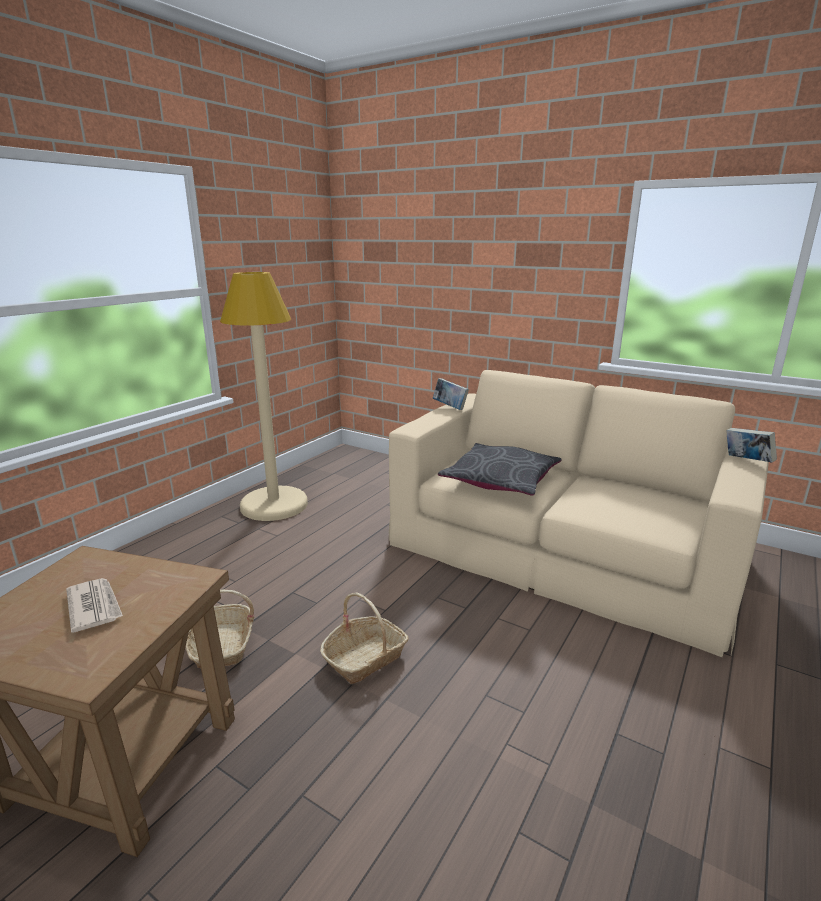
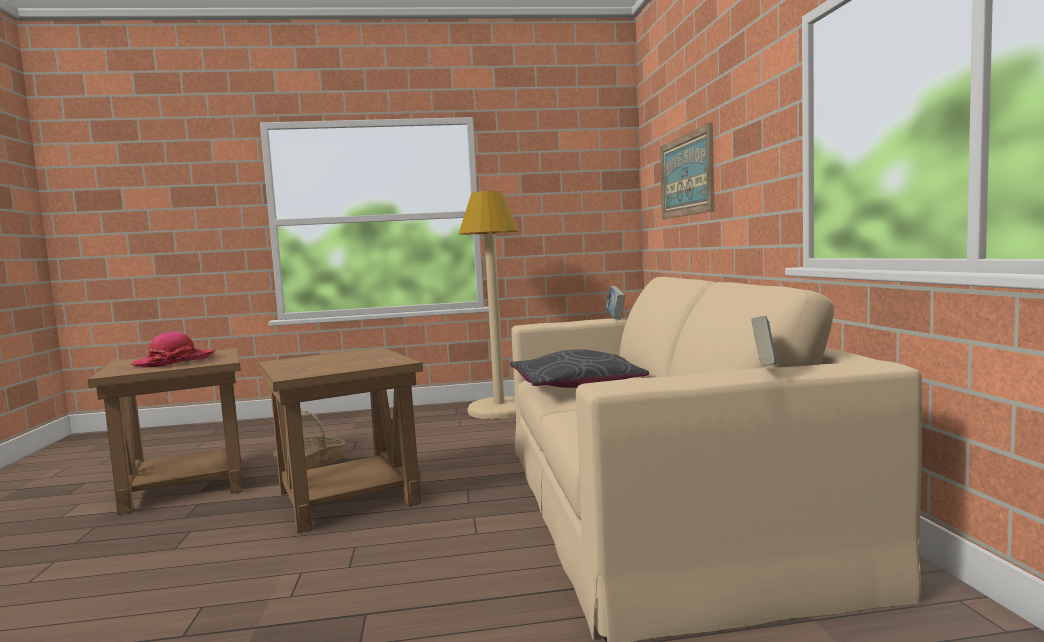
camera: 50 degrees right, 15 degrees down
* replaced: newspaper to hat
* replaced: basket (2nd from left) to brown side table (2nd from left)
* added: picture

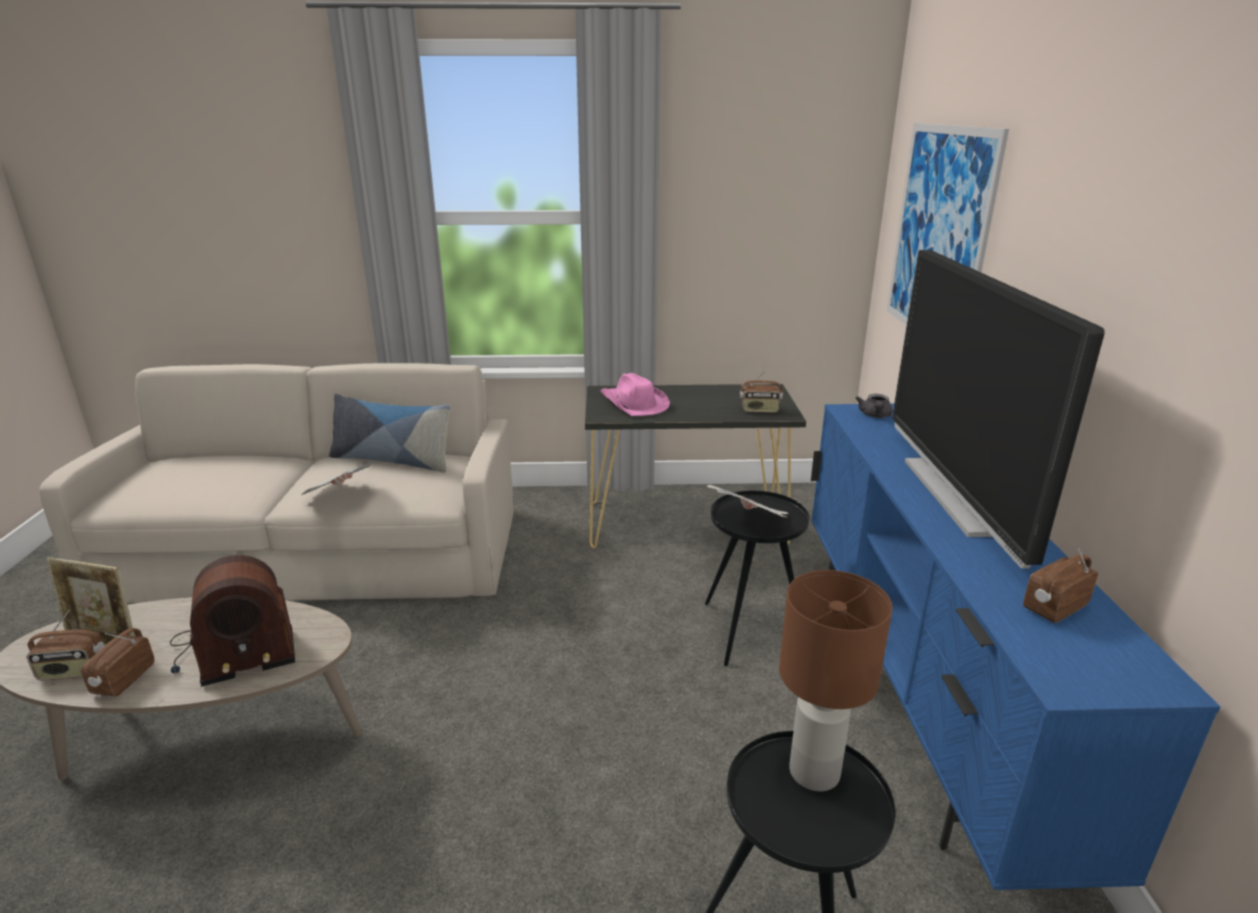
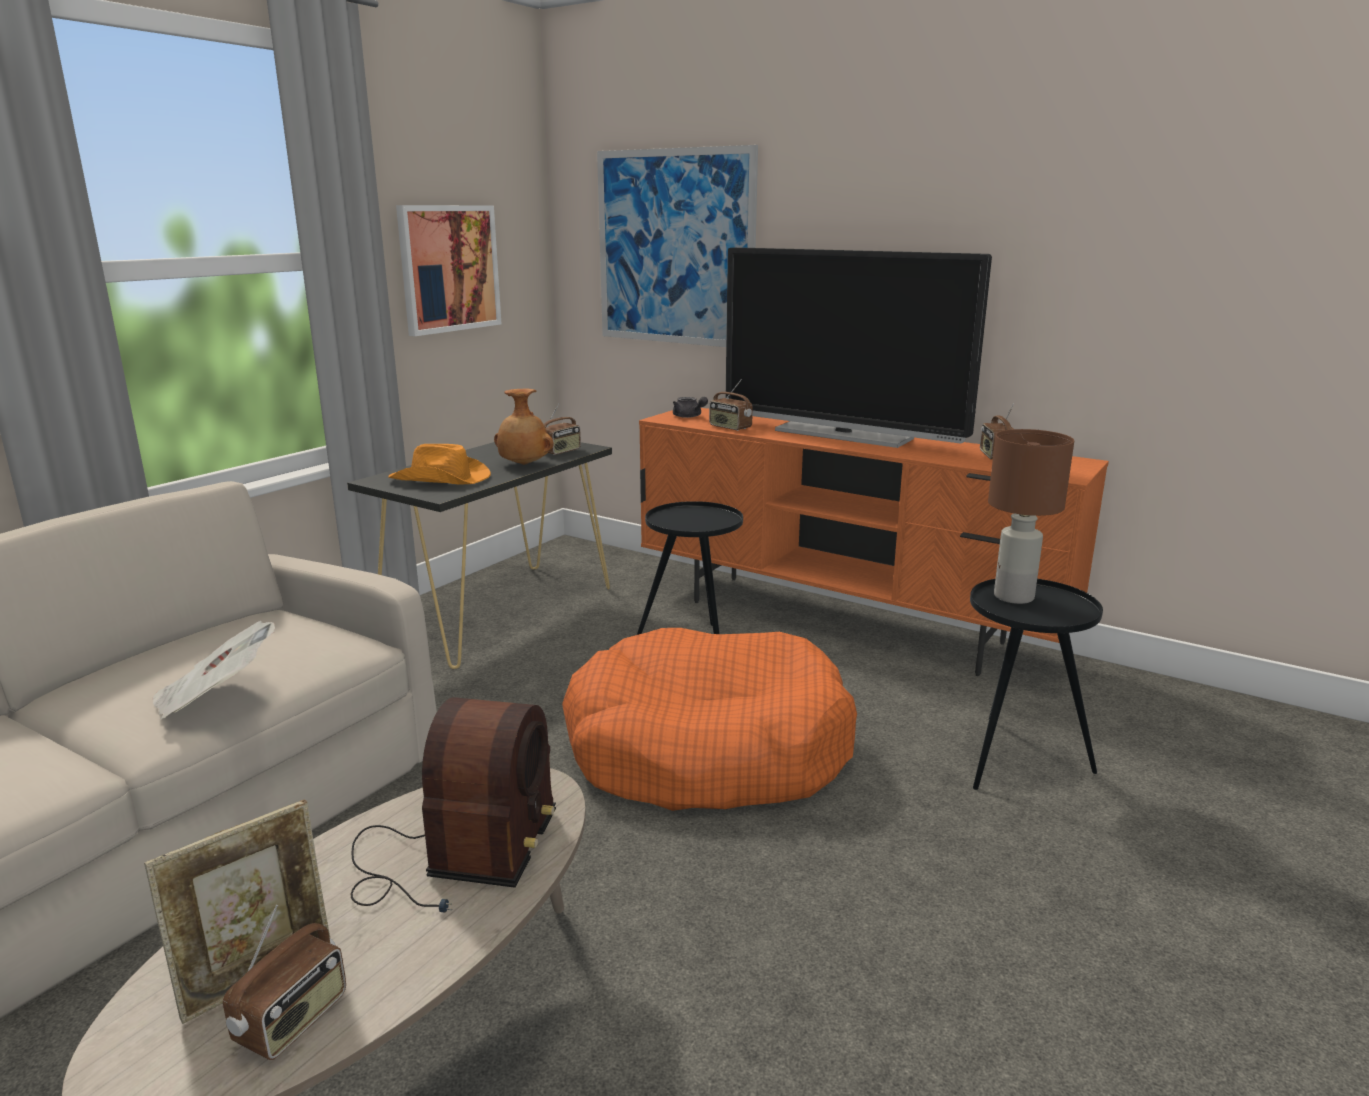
camera: 55 degrees left, 5 degrees down
* recoloured: pink hat to orange hat
* removed: pillow
* recoloured: blue tv stand to orange tv stand
* removed: newspaper (2nd from left)
* moved: radio (2nd from left in the first image) to radio (4th from left)
* added: picture (1st from left)
* added: brown vase
* added: orange dog bed

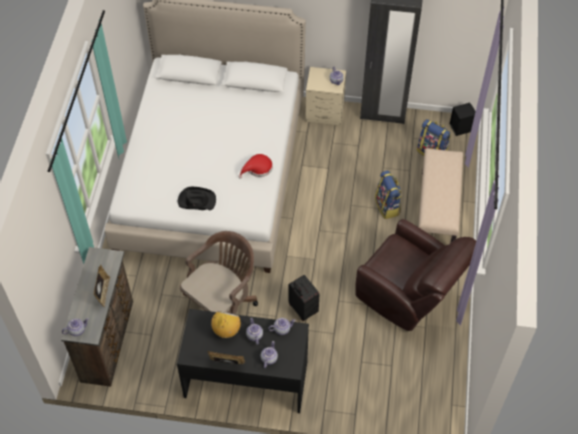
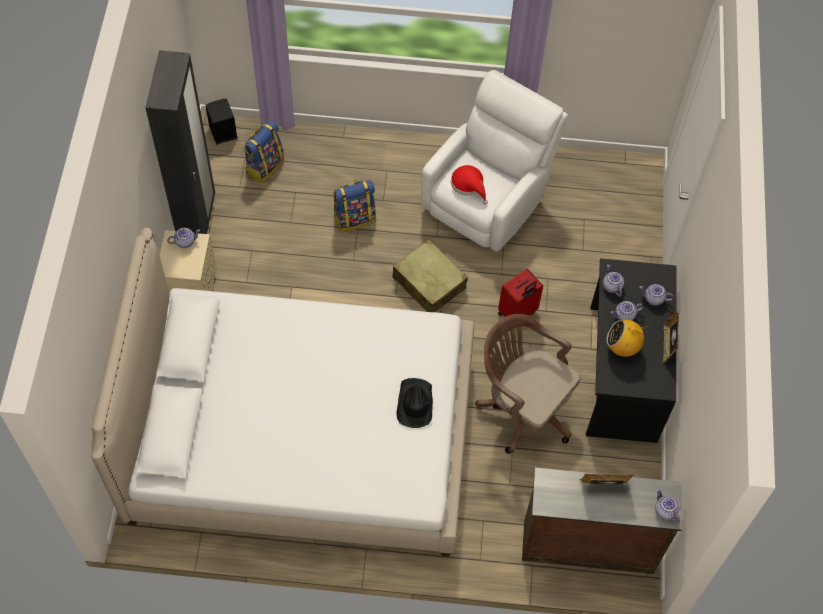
camera: 95 degrees left, 5 degrees up
* removed: beige bench
* moved: red hat
* recoloured: brown armchair to white armchair
* recoloured: black suitcase to red suitcase
* added: beige suitcase

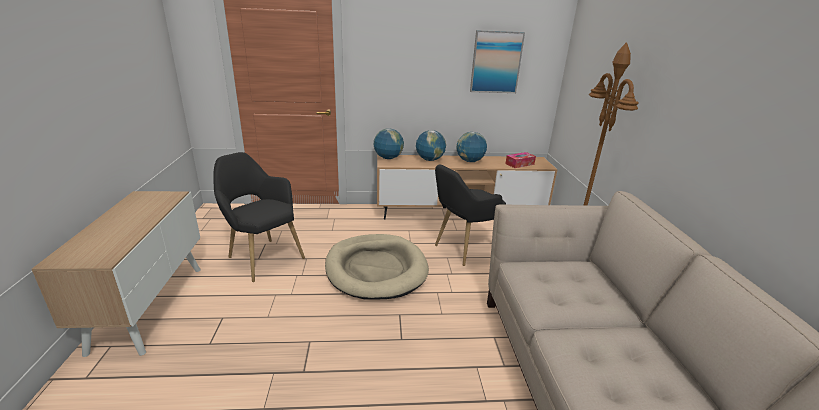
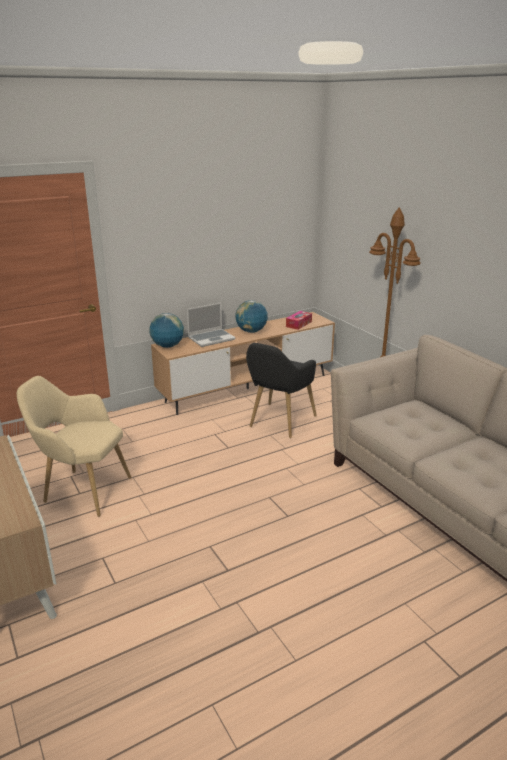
camera: 25 degrees left, 0 degrees up
* removed: picture
* replaced: globe (2nd from left) to laptop
* recoloured: black armchair (1st from left) to beige armchair
* removed: beige dog bed

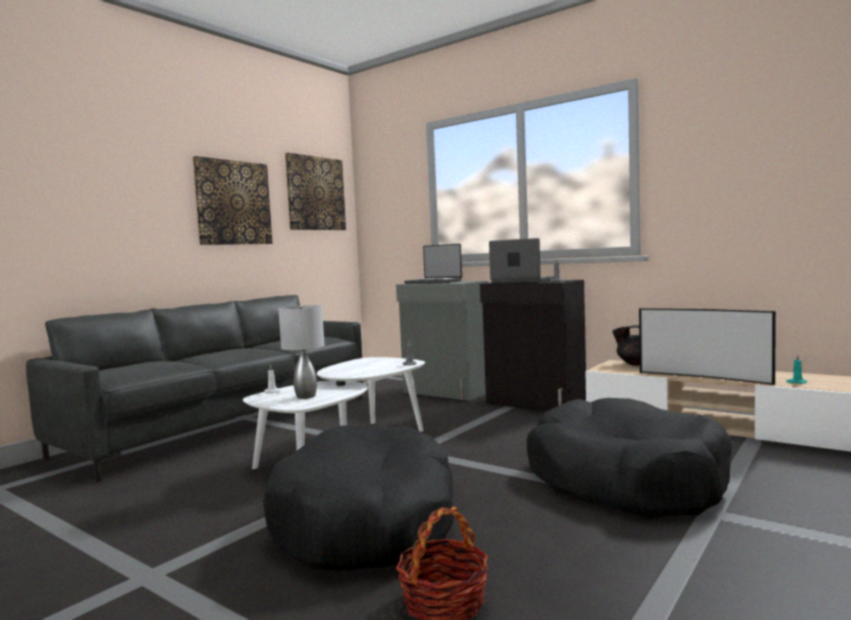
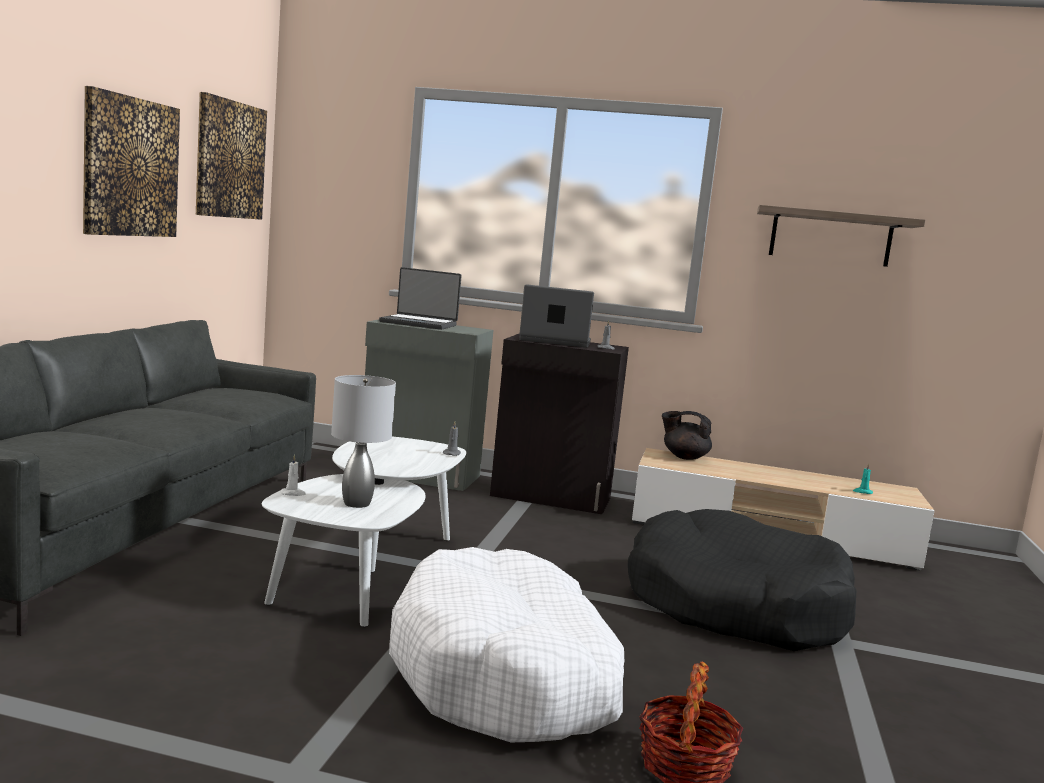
camera: 25 degrees left, 5 degrees up
* removed: television
* recoloured: black dog bed (1st from left) to white dog bed
* added: shelf

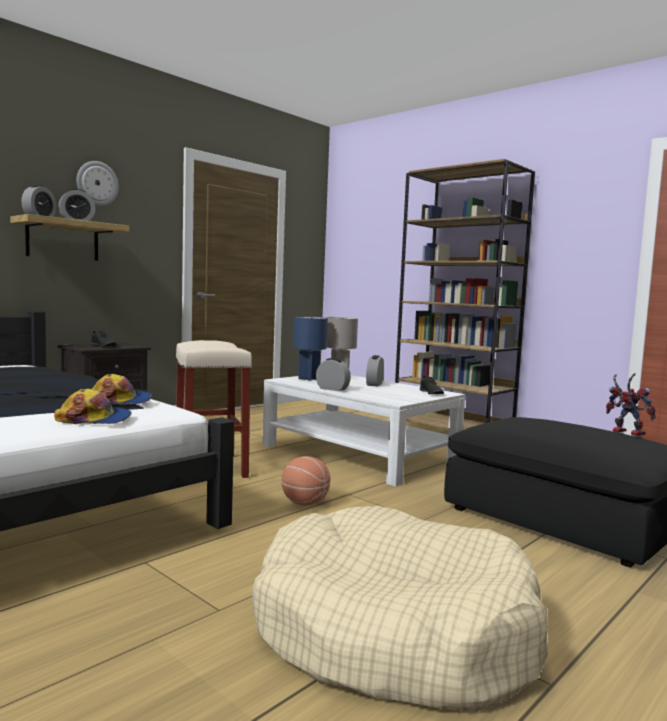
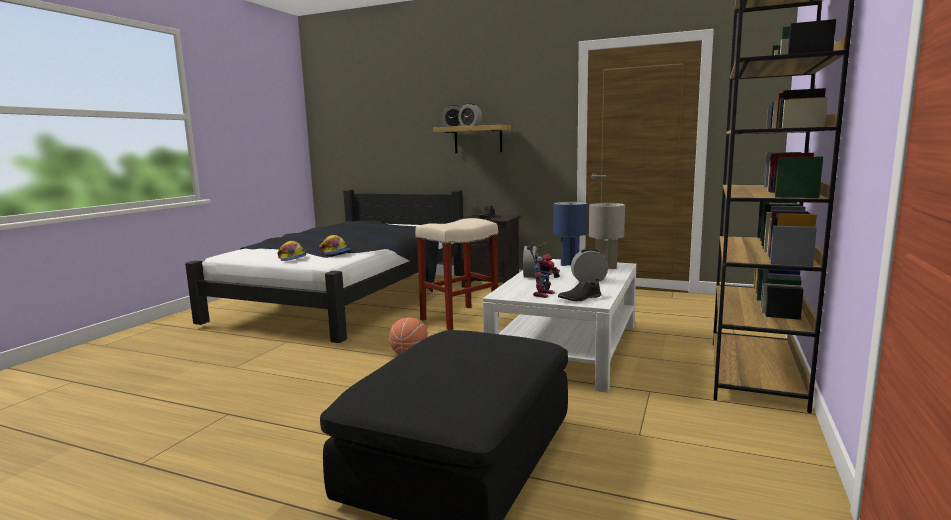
camera: 70 degrees right, 5 degrees up
* removed: wall clock
* moved: toy robot
* removed: beige dog bed

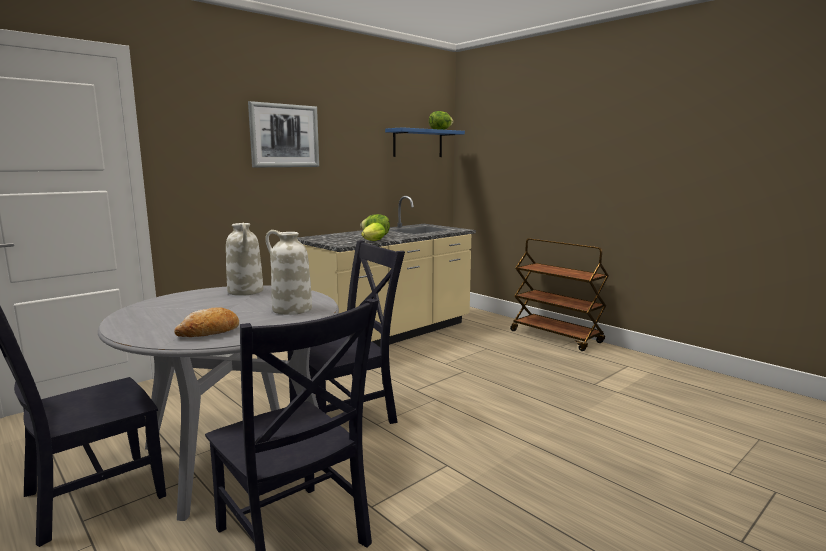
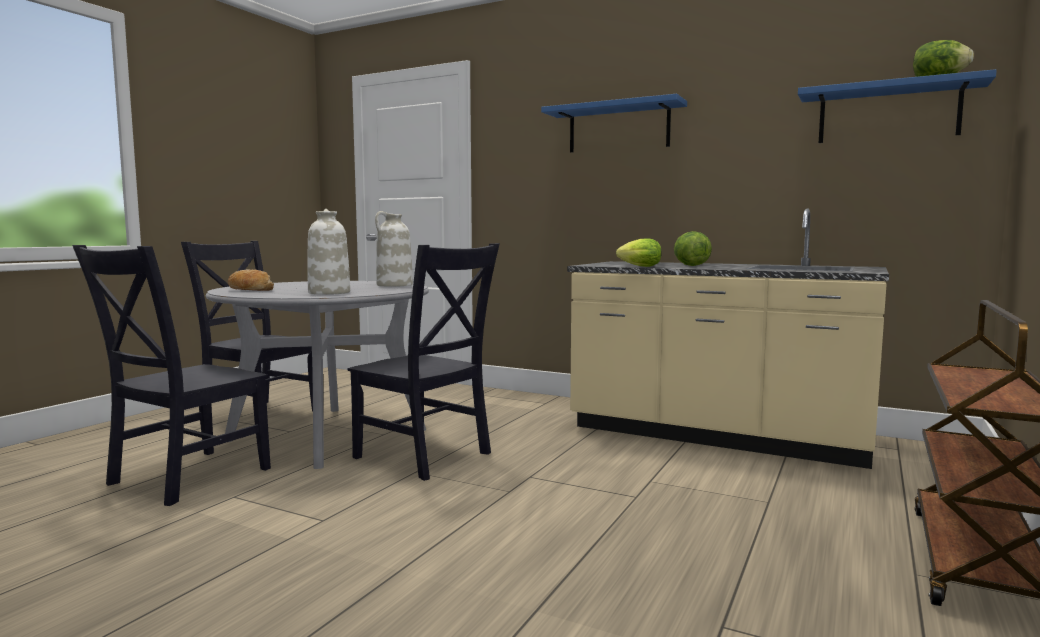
camera: 70 degrees right, 5 degrees down
* replaced: picture to blue shelf (1st from left)

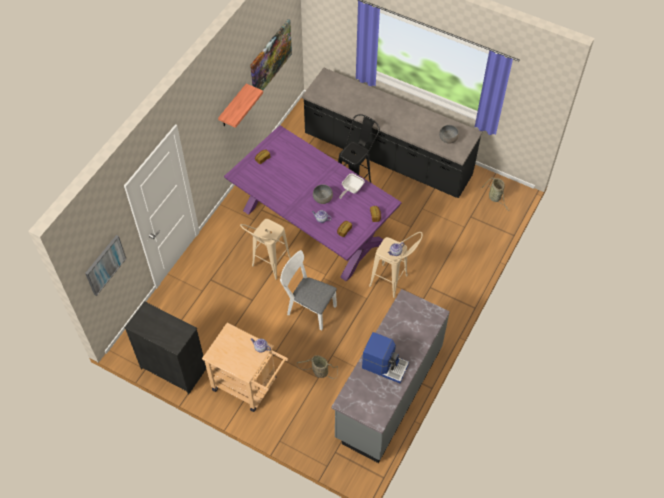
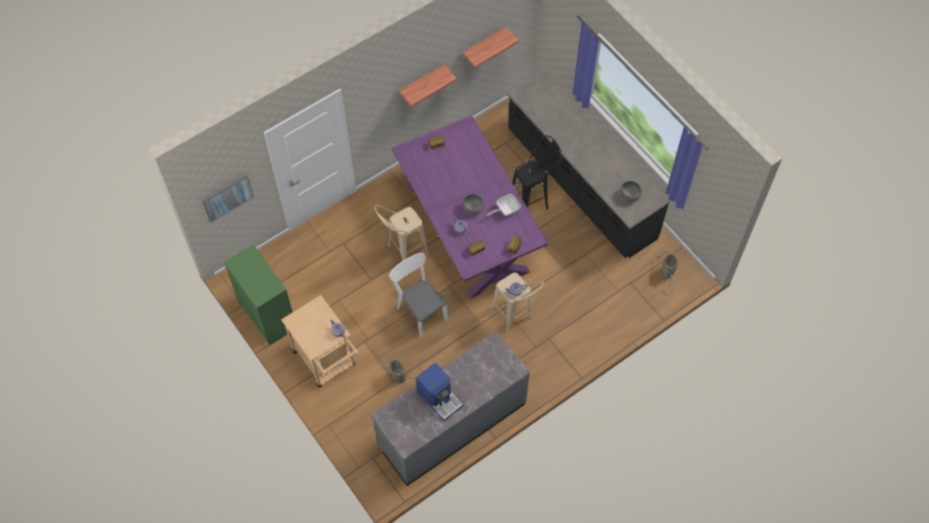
camera: 25 degrees right, 5 degrees up
* replaced: picture (2nd from left) to shelf (2nd from left)
* recoloured: black dresser to green dresser

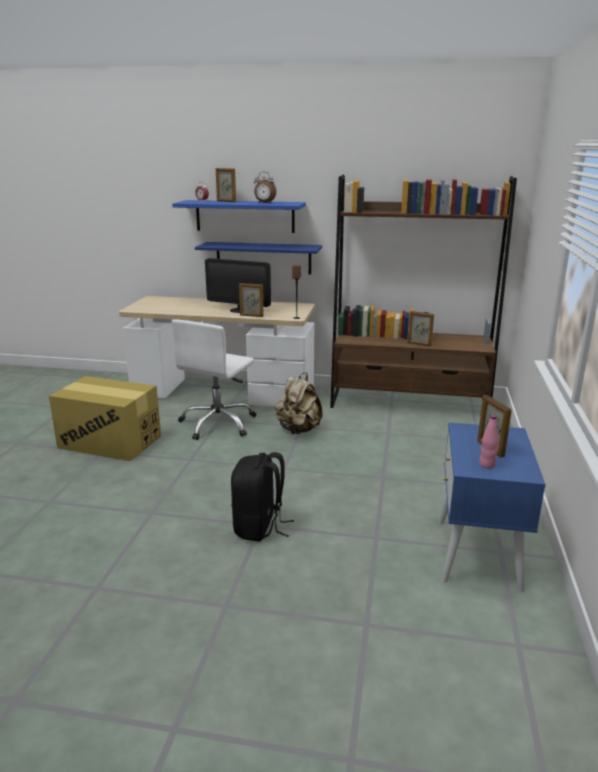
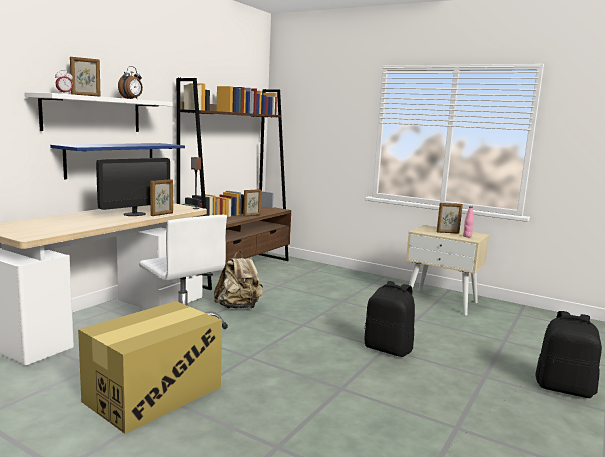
camera: 70 degrees left, 10 degrees down
* recoloured: blue shelf (1st from left) to white shelf
* recoloured: blue nightstand to beige nightstand
* added: black backpack (2nd from left)

